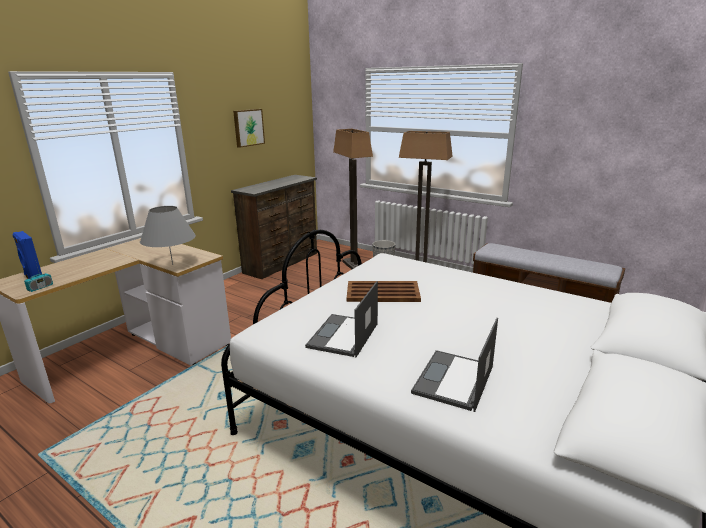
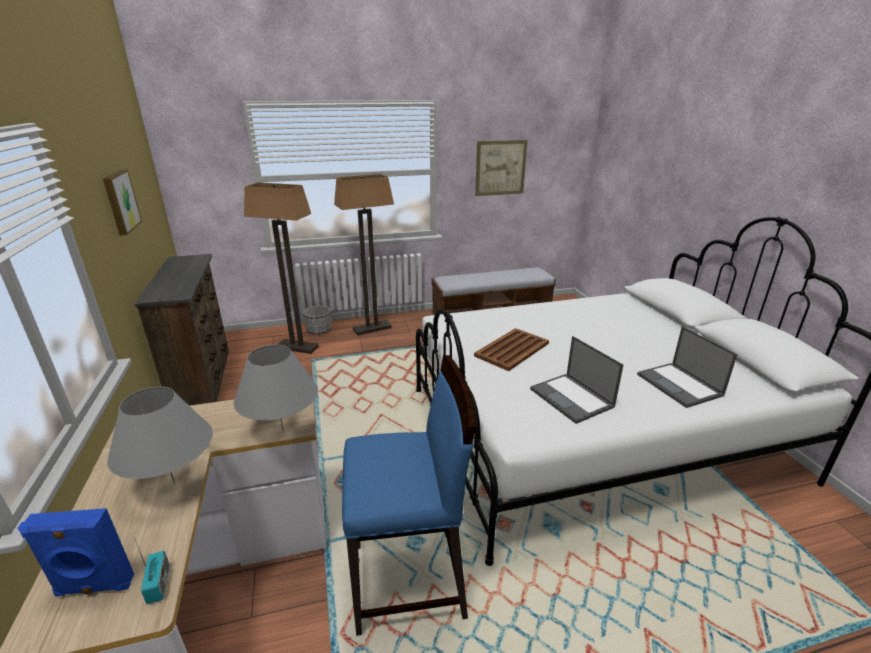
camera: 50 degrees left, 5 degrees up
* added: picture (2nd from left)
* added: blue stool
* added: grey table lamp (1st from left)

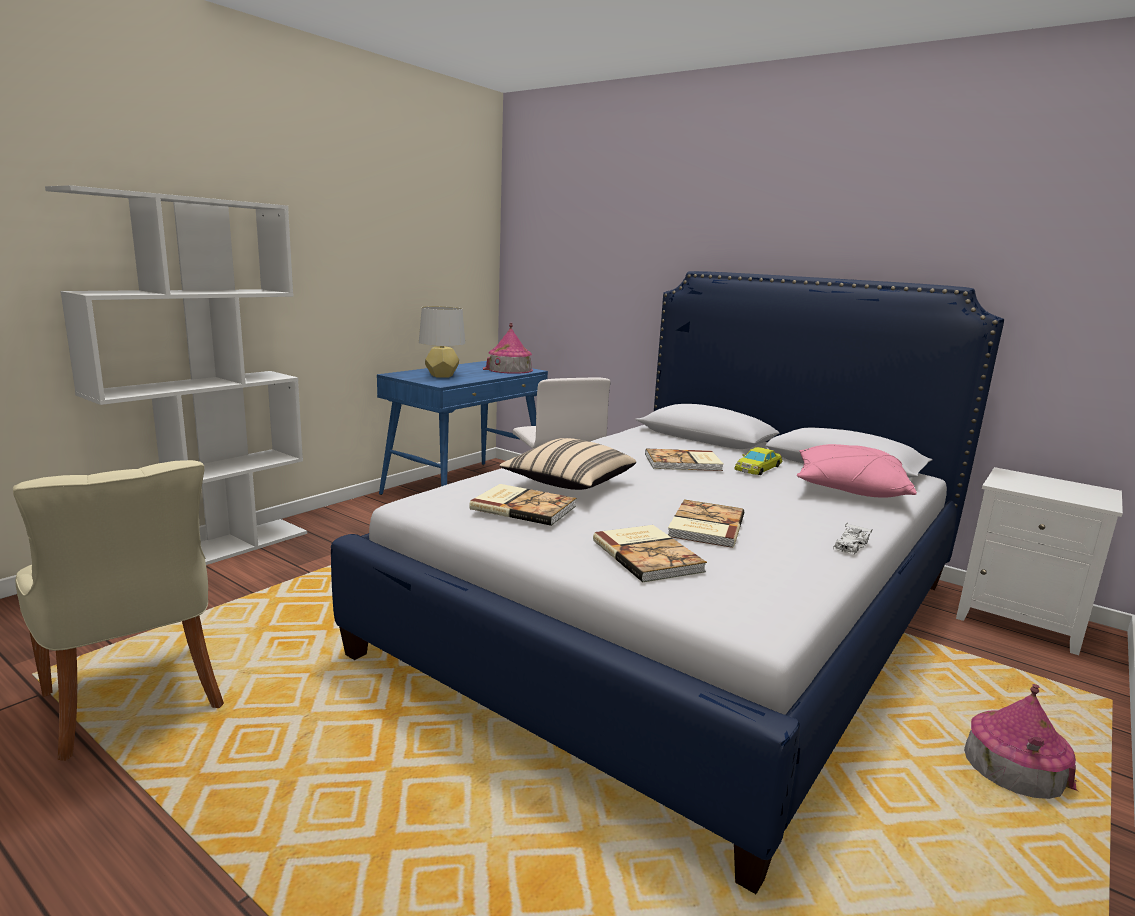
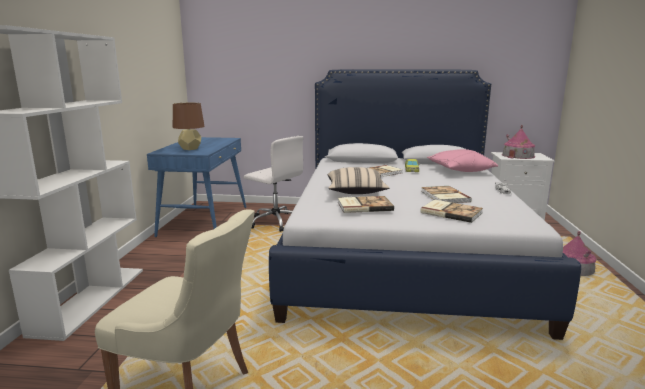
camera: 30 degrees left, 0 degrees up
* recoloured: grey table lamp to brown table lamp
* moved: toy house (1st from left)

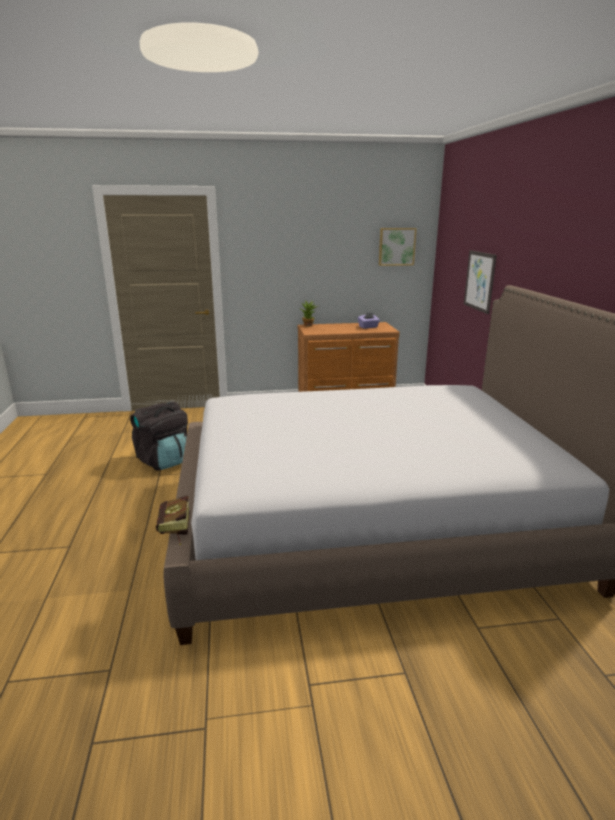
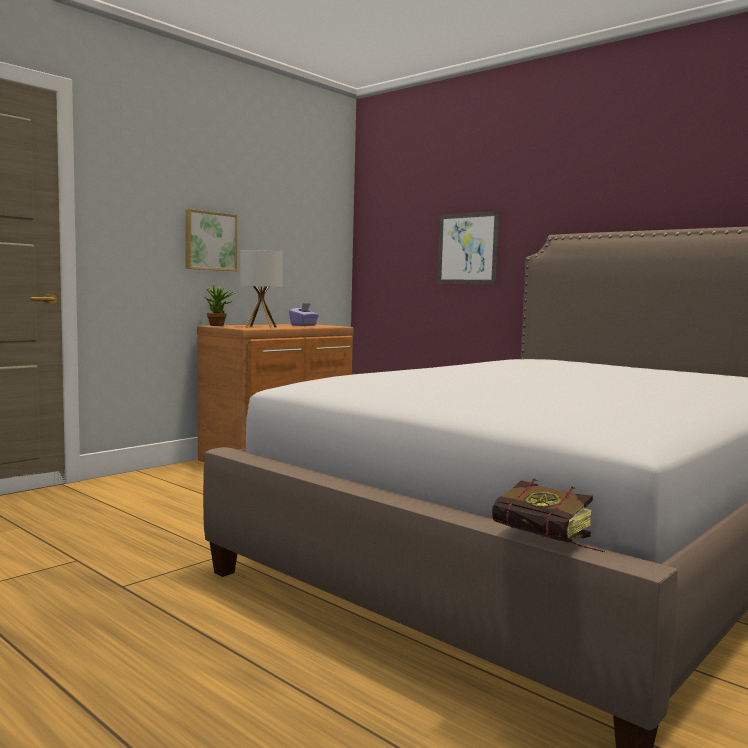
camera: 40 degrees left, 15 degrees down
* moved: picture (1st from left)
* removed: black backpack
* added: table lamp

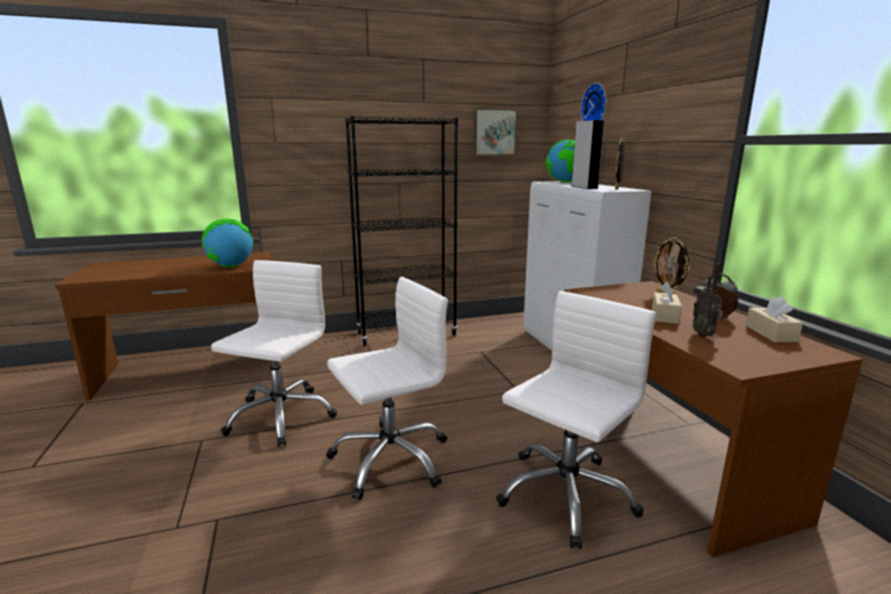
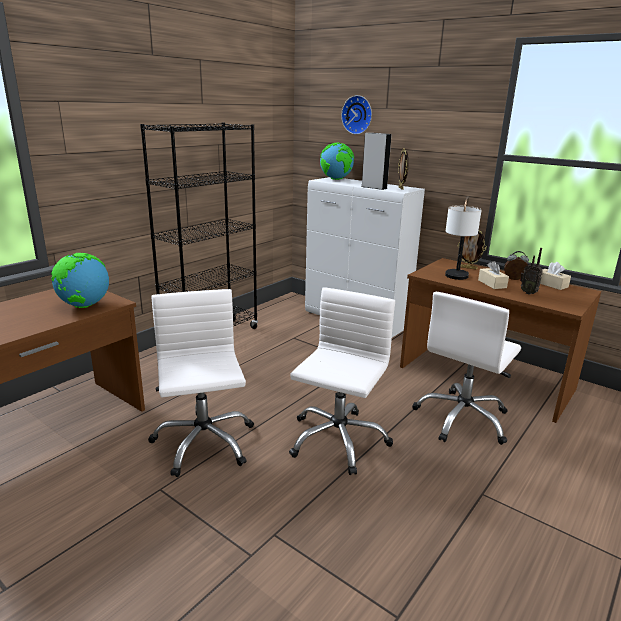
camera: 35 degrees left, 5 degrees up
* removed: picture
* turned: white office chair (3rd from left) 150 degrees counterclockwise
* added: table lamp

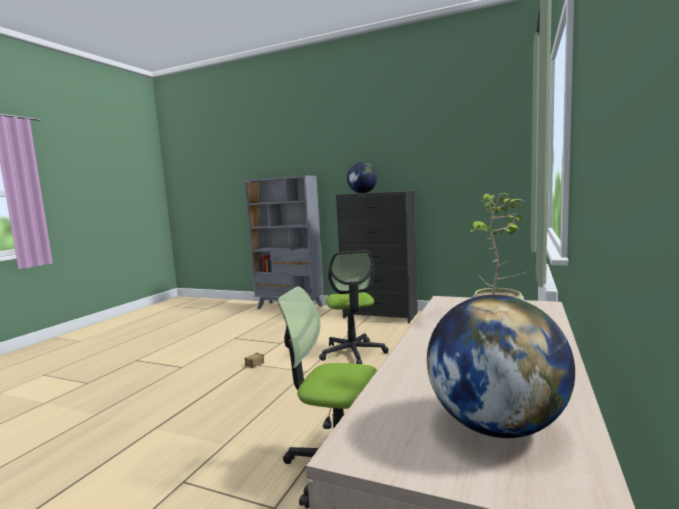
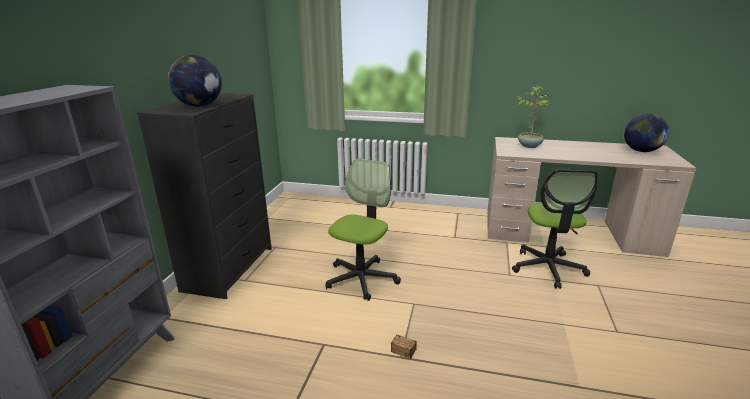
camera: 100 degrees left, 15 degrees up
* turned: office chair (2nd from left in the first image) 45 degrees counterclockwise

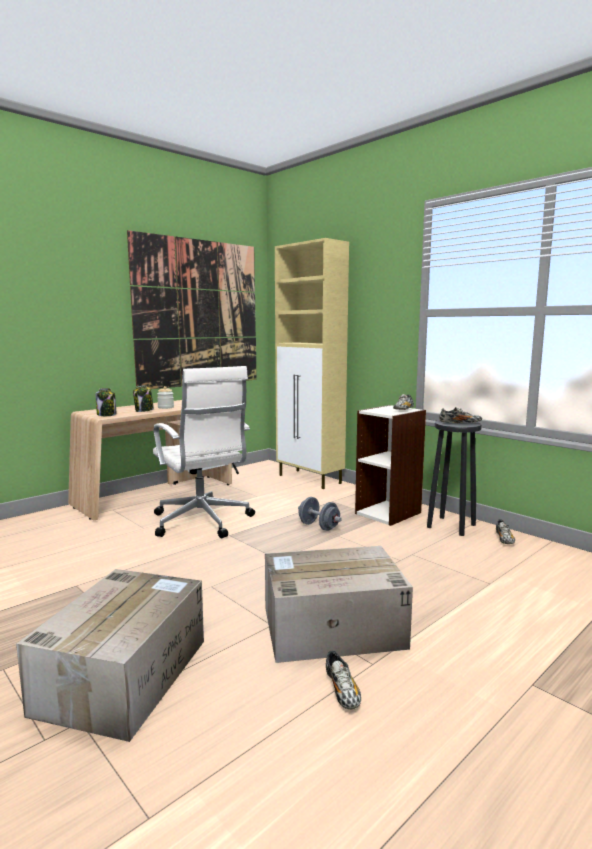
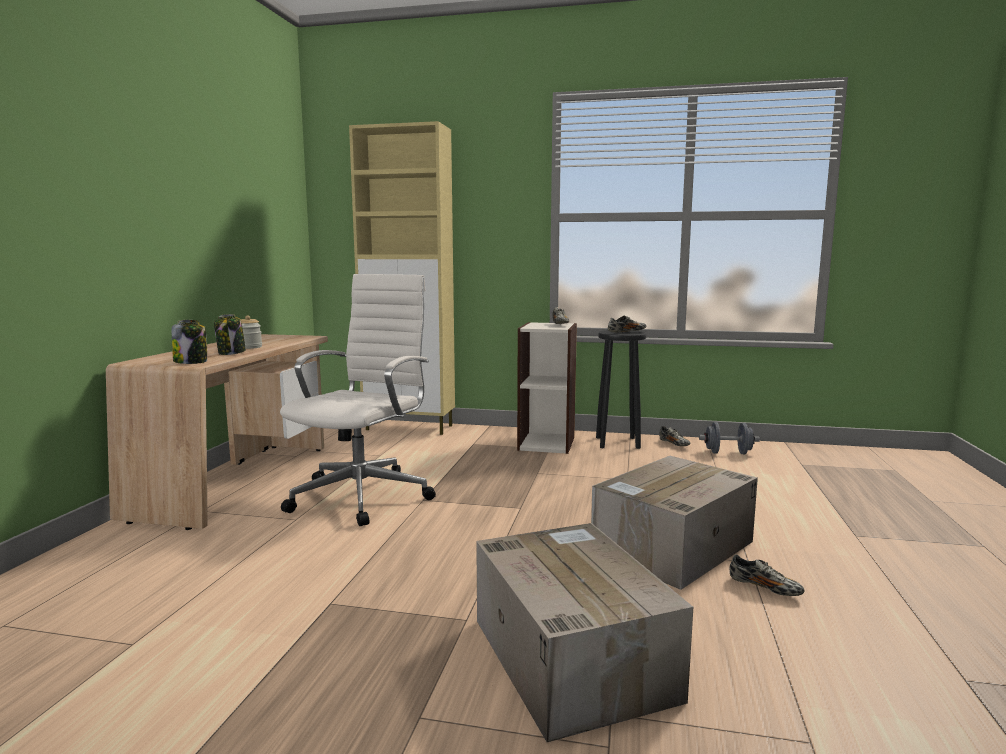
camera: 35 degrees left, 0 degrees up
* removed: picture
* turned: white office chair 90 degrees counterclockwise
* moved: grey dumbbell

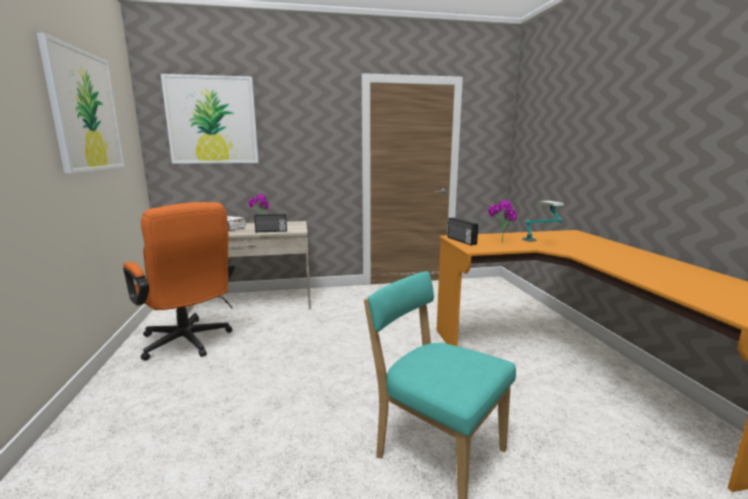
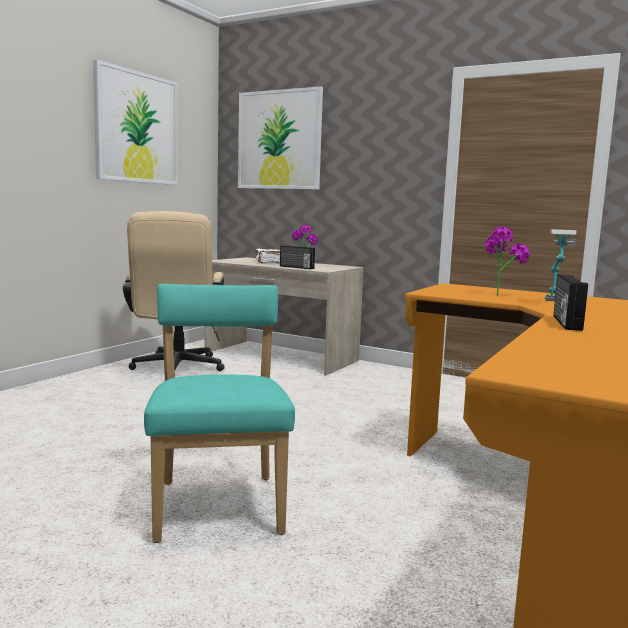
camera: 40 degrees right, 5 degrees down
* recoloured: orange office chair to beige office chair
* moved: radio (2nd from left)

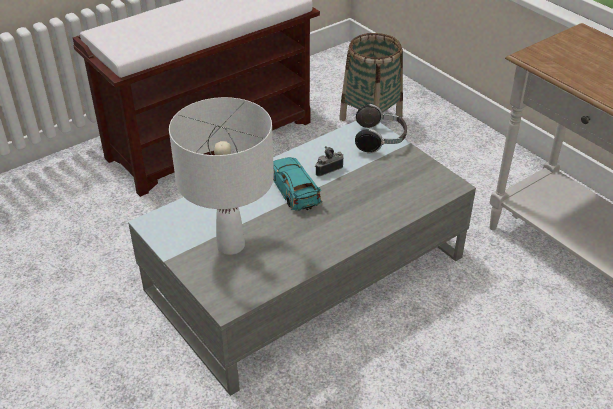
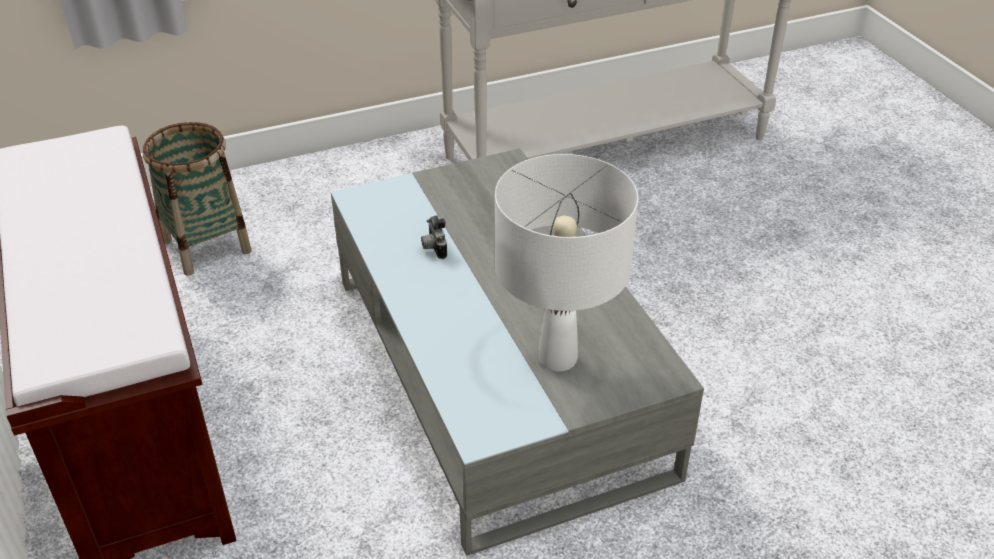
camera: 75 degrees left, 0 degrees up
* removed: headphones
* removed: turquoise toy car

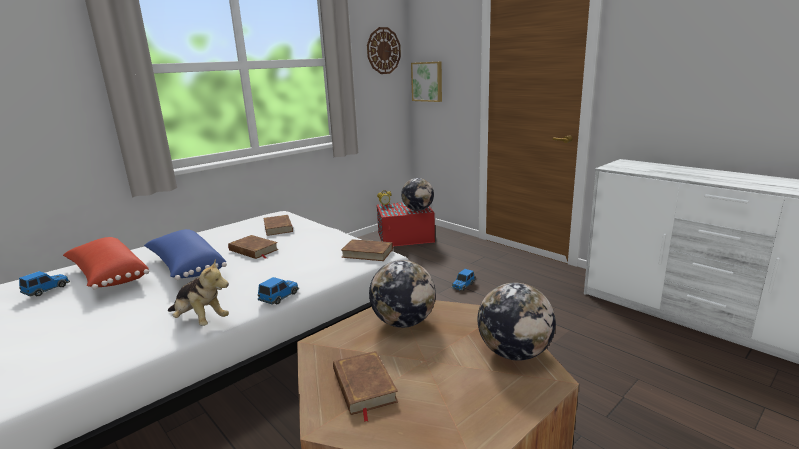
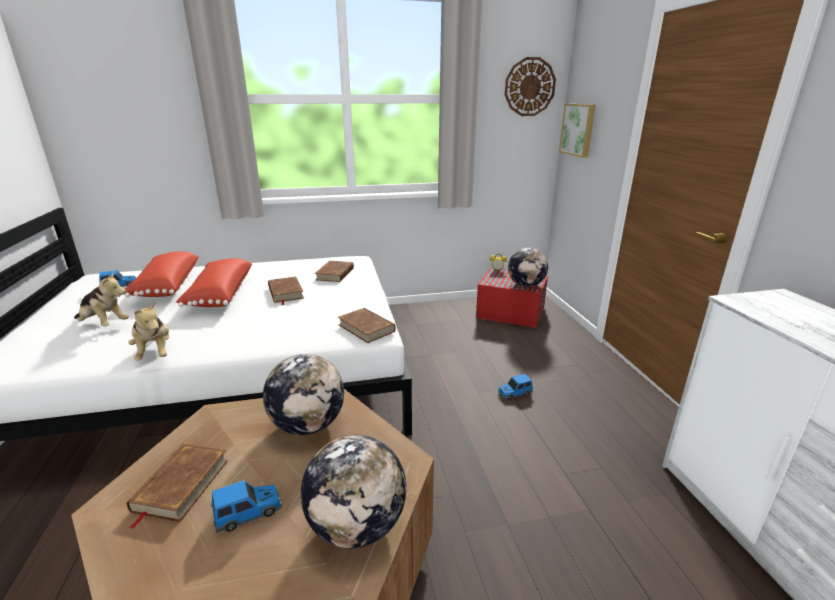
camera: 30 degrees right, 5 degrees up
* recoloured: blue pillow to red pillow (2nd from left)
* moved: toy car (2nd from left)
* added: plush toy (1st from left)

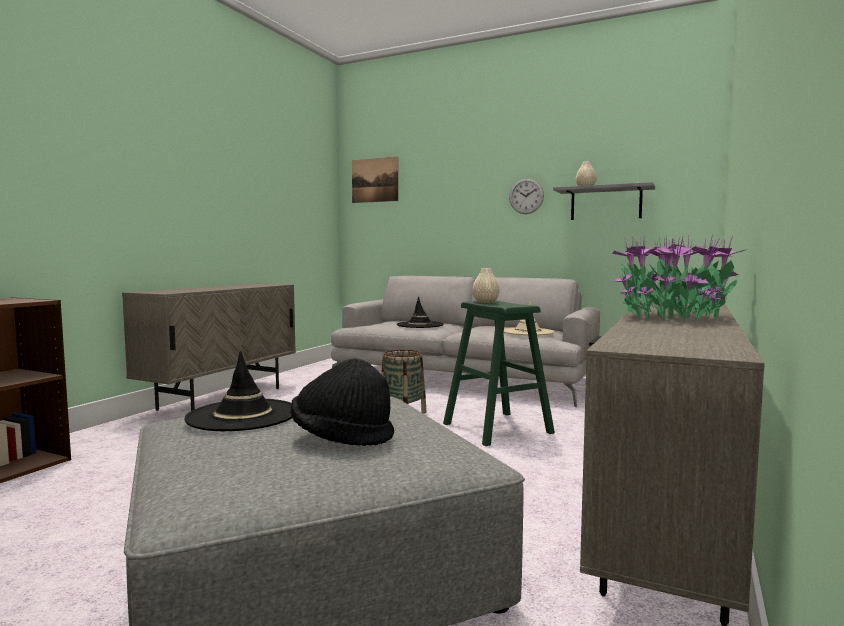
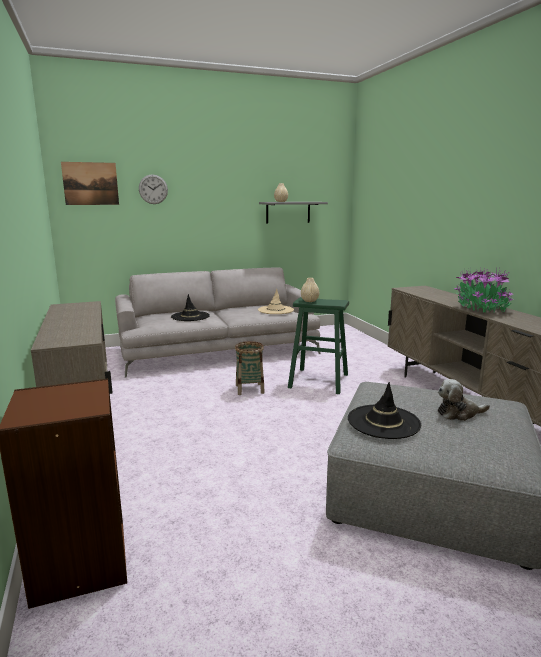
camera: 45 degrees left, 10 degrees up
* moved: wall clock
* replaced: black hat (2nd from left) to plush toy

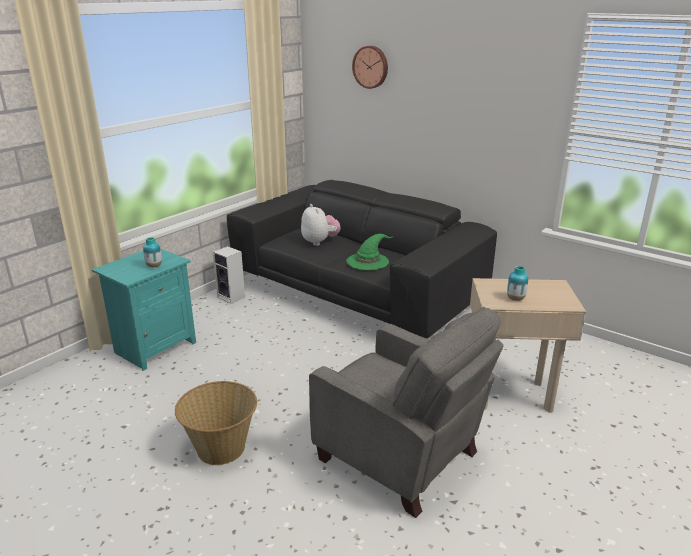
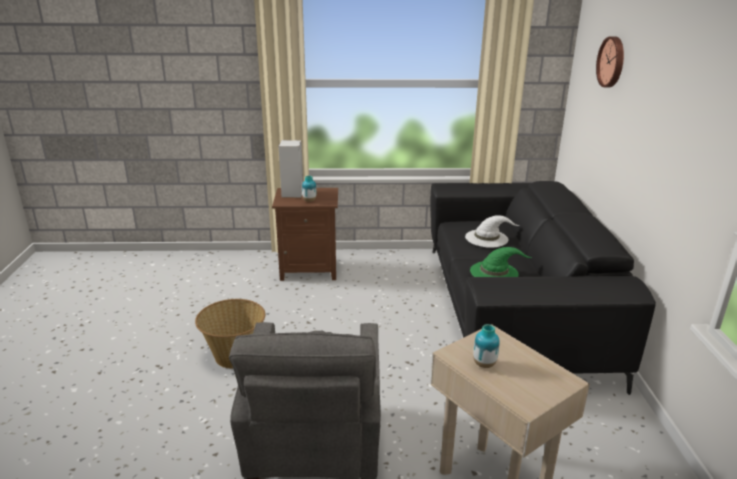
camera: 50 degrees right, 0 degrees up
* replaced: plush toy to white hat
* moved: speaker
* recoloured: turquoise nightstand to brown nightstand

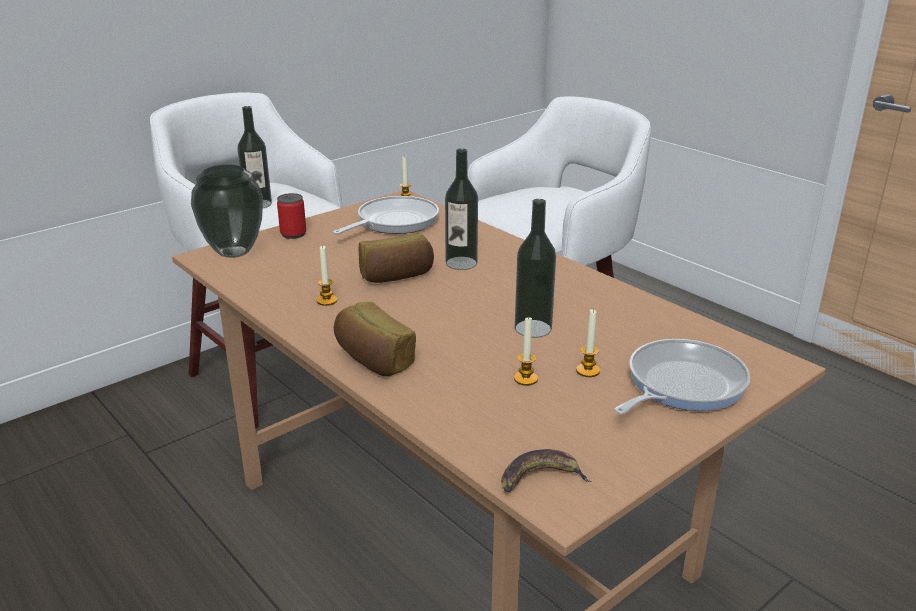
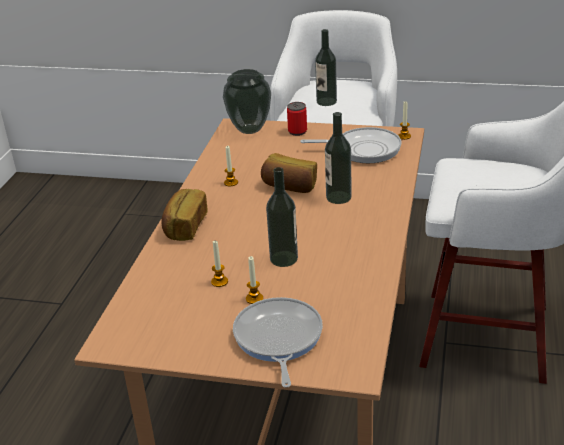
camera: 55 degrees right, 5 degrees up
* turned: frying pan (2nd from left in the first image) 105 degrees counterclockwise
* removed: banana

